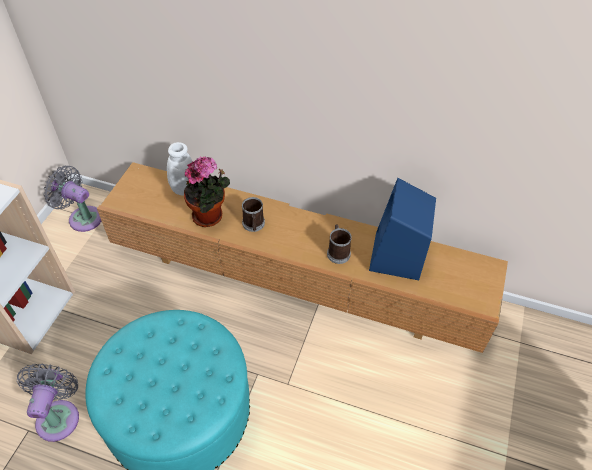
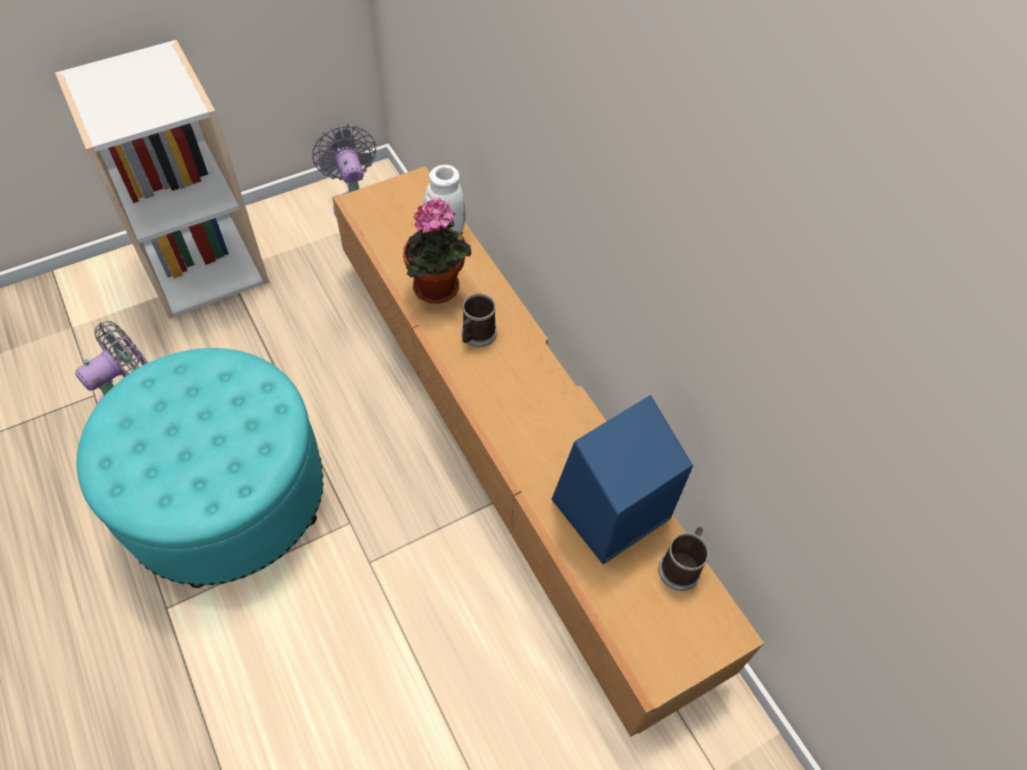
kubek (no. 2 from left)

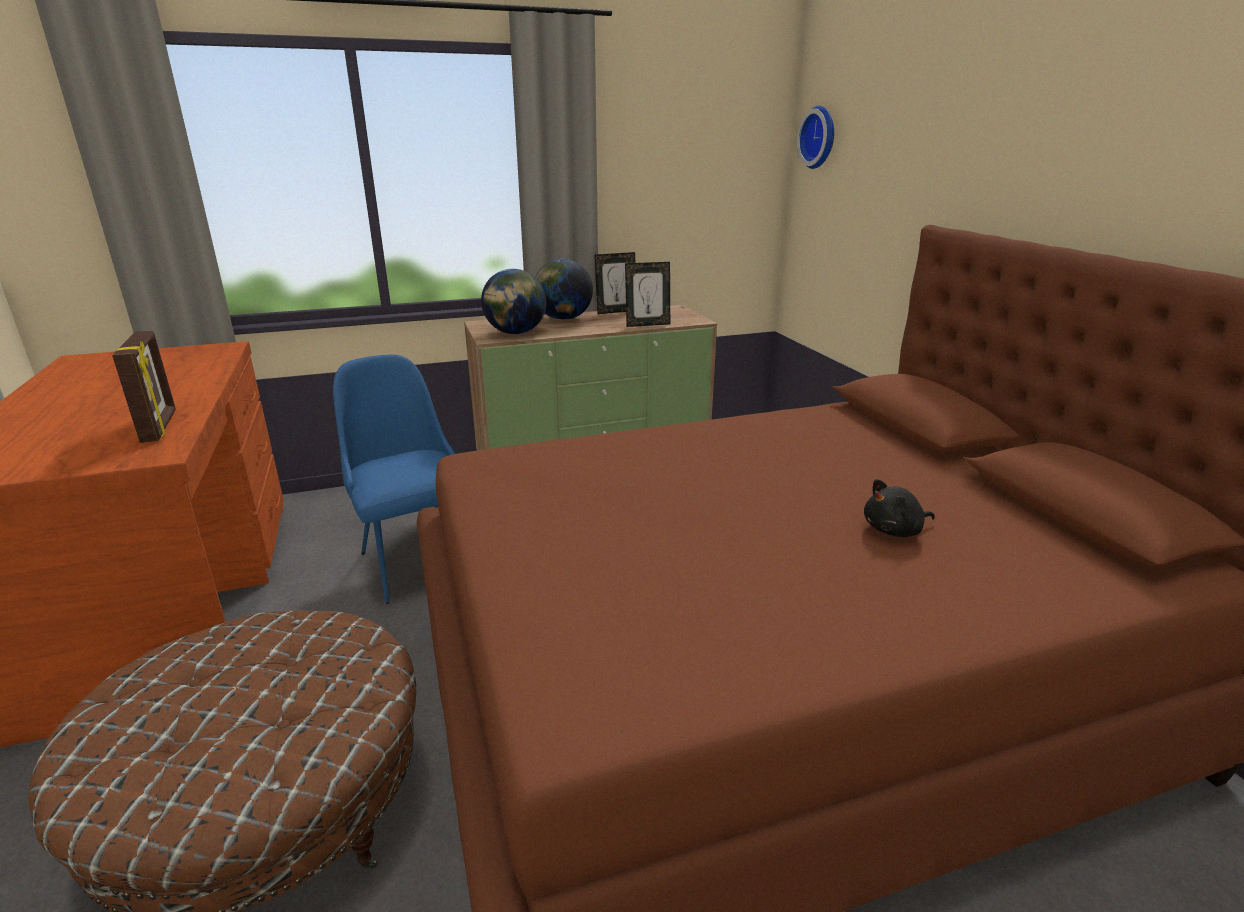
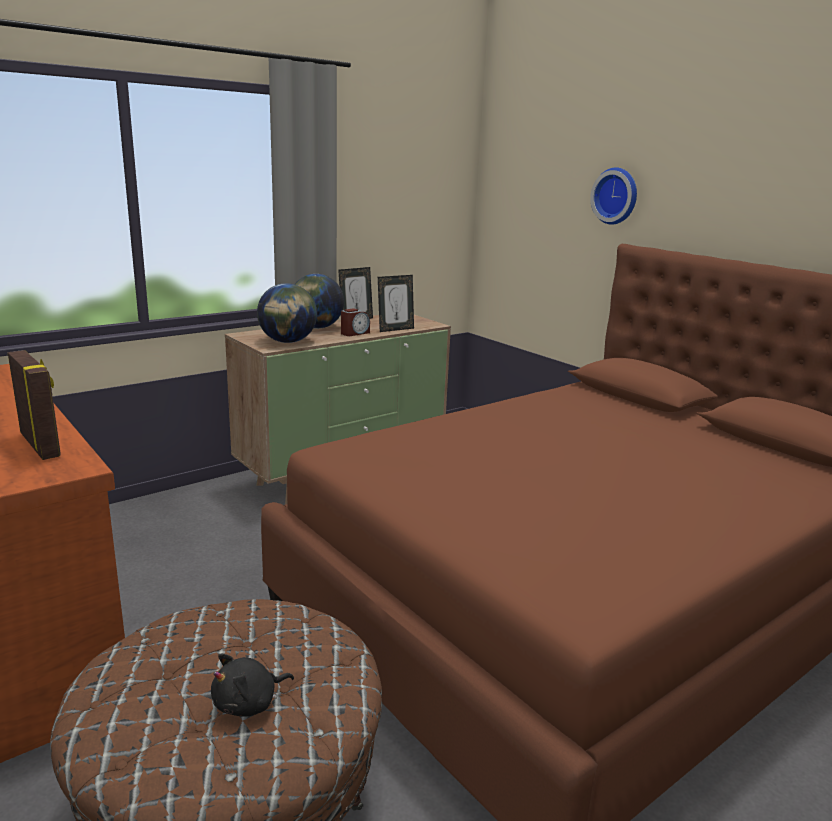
pluszak/czarny
budzik
zegar ścienny
krzesło/niebieski

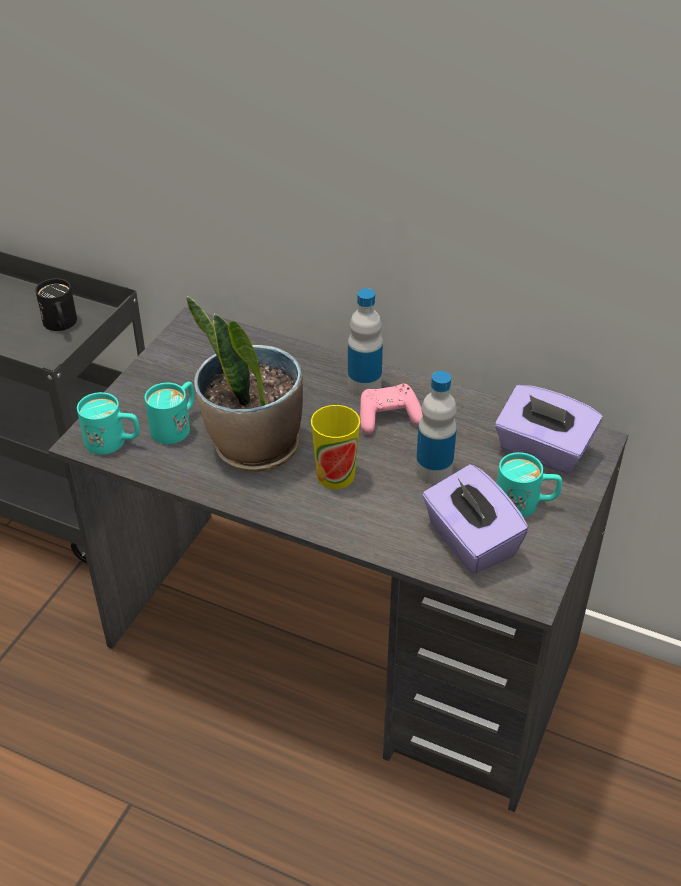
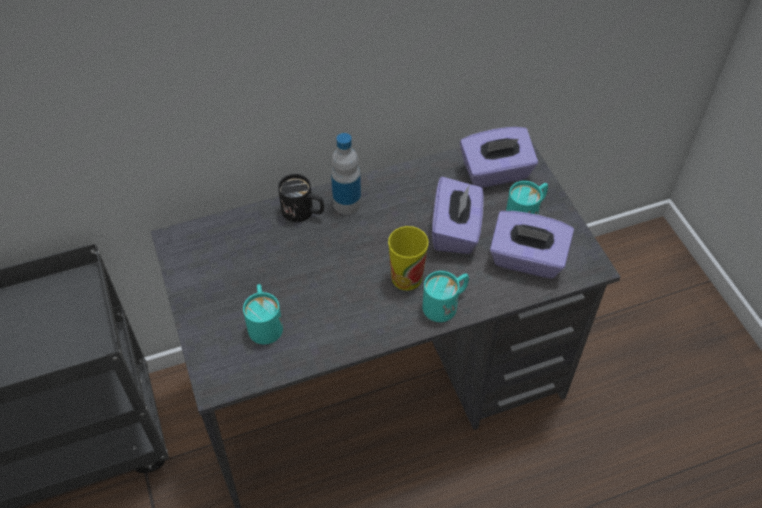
kubek/czarny
kubek/turkusowy (no. 2 from left)
pudełko chusteczek/fioletowy (no. 1 from left)
roślina doniczkowa
pad do gier/różowy

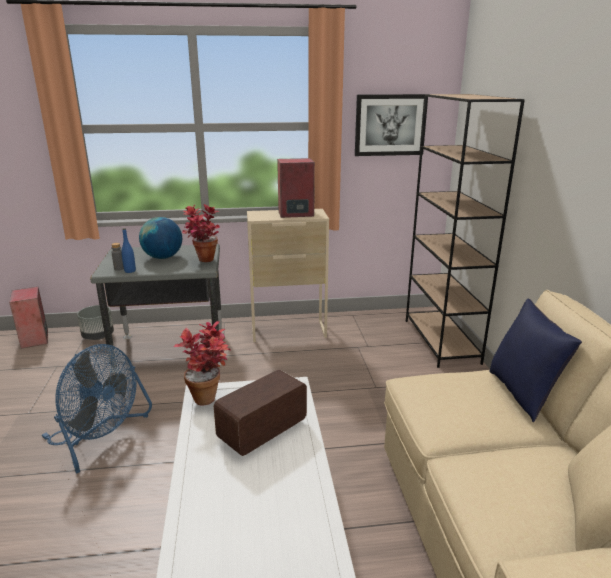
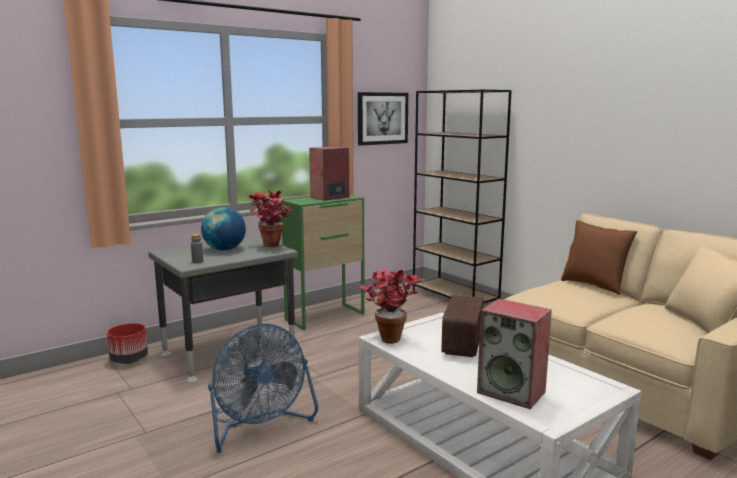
donica/czerwony
wentylator/niebieski
szafka/zielony
głośnik (no. 2 from left)
poduszka/brązowy
butelka/niebieski

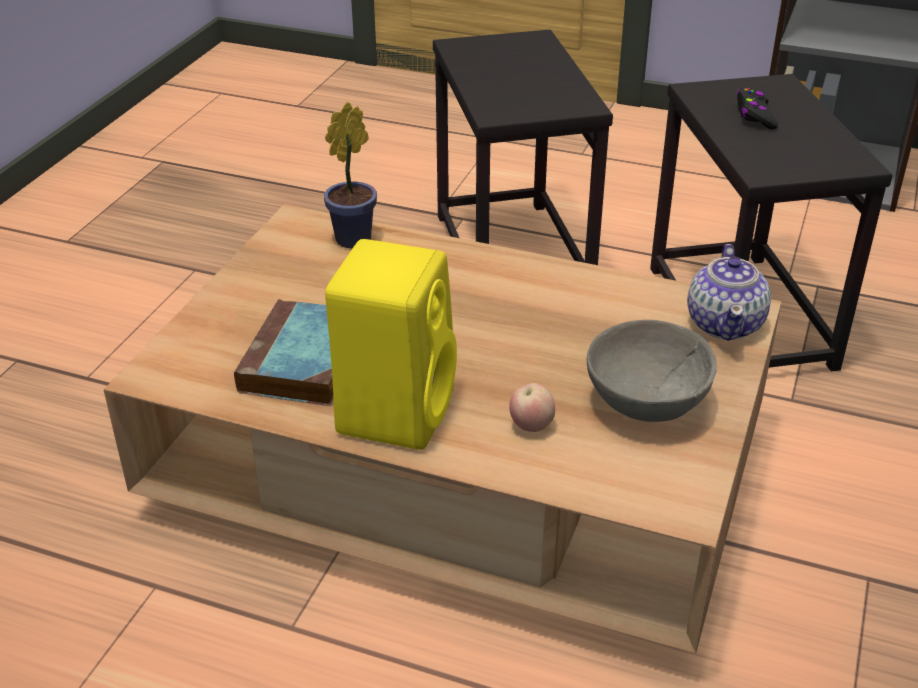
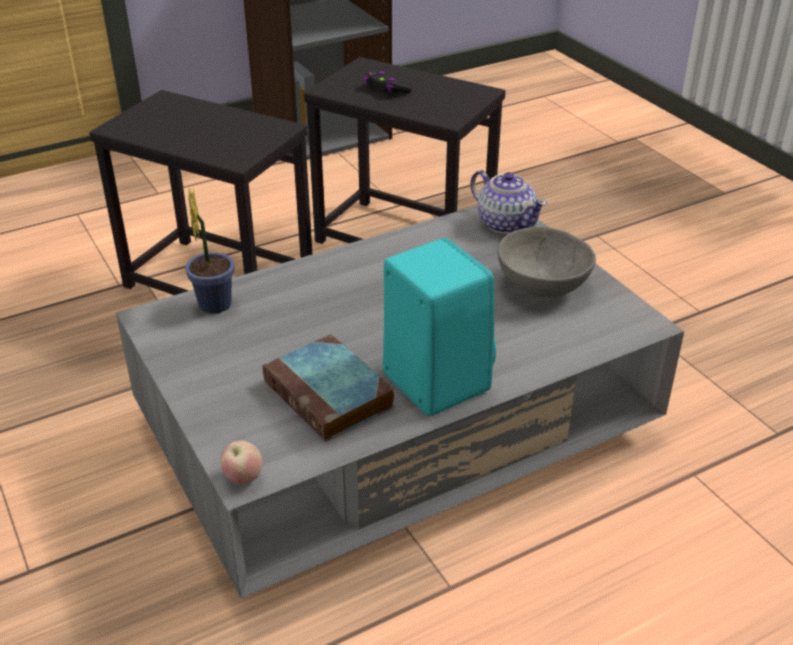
ława/szary
jabłko
głośnik/turkusowy

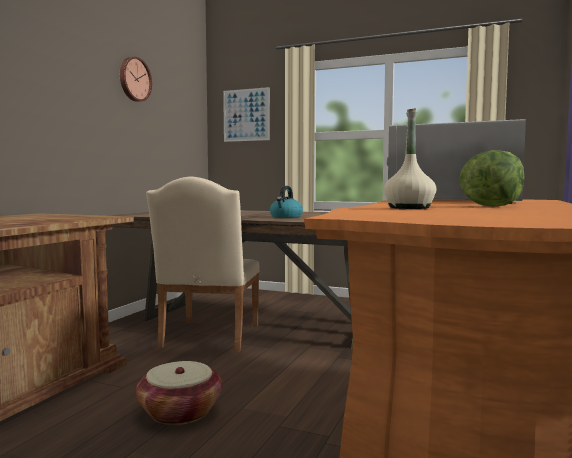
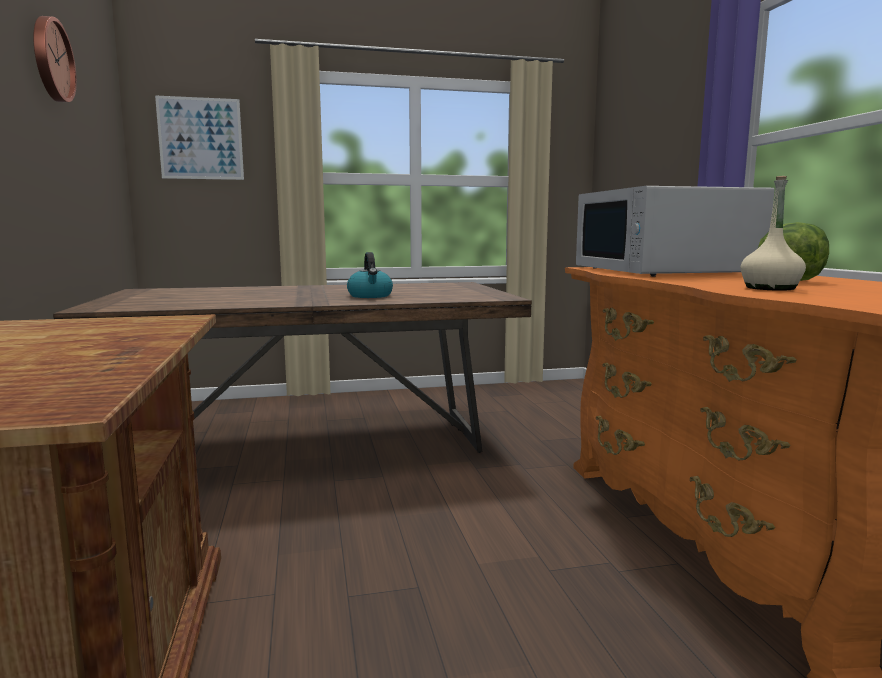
koszyk
krzesło/beżowy

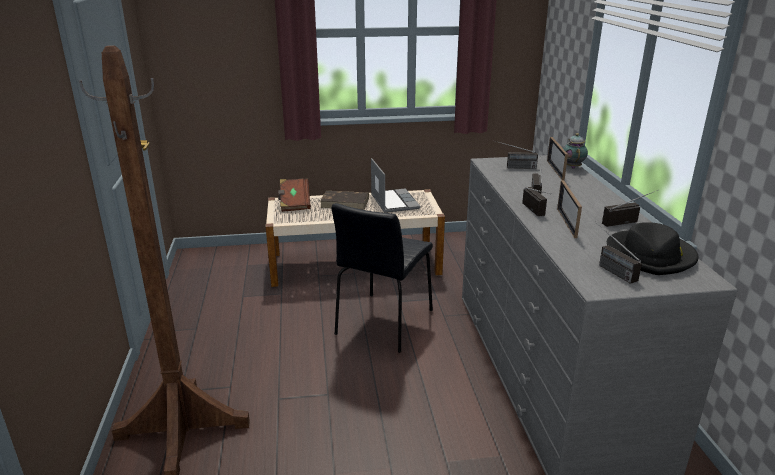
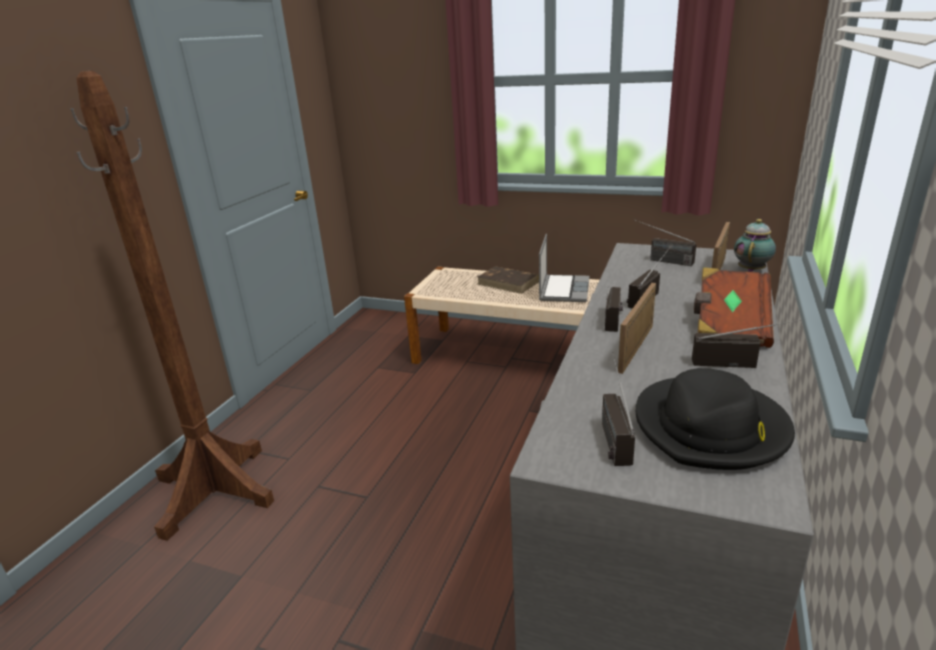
książka/brązowy (no. 2 from left)
krzesło/czarny

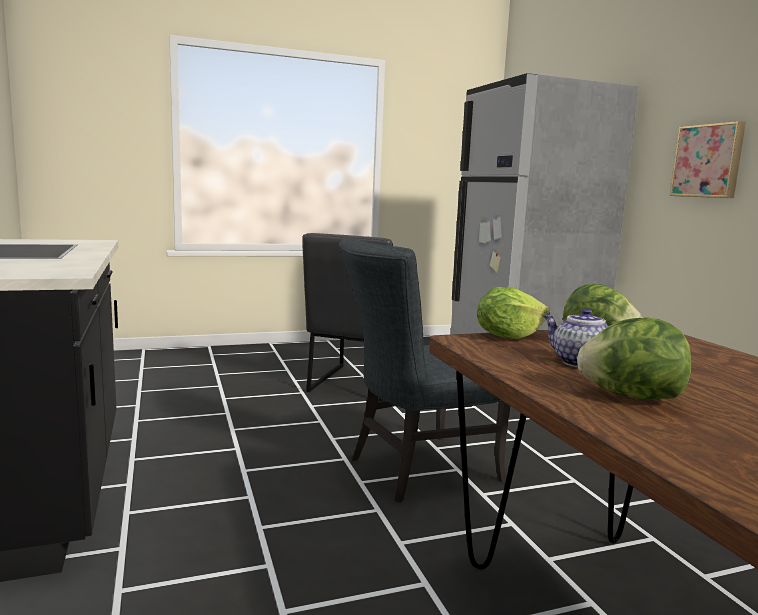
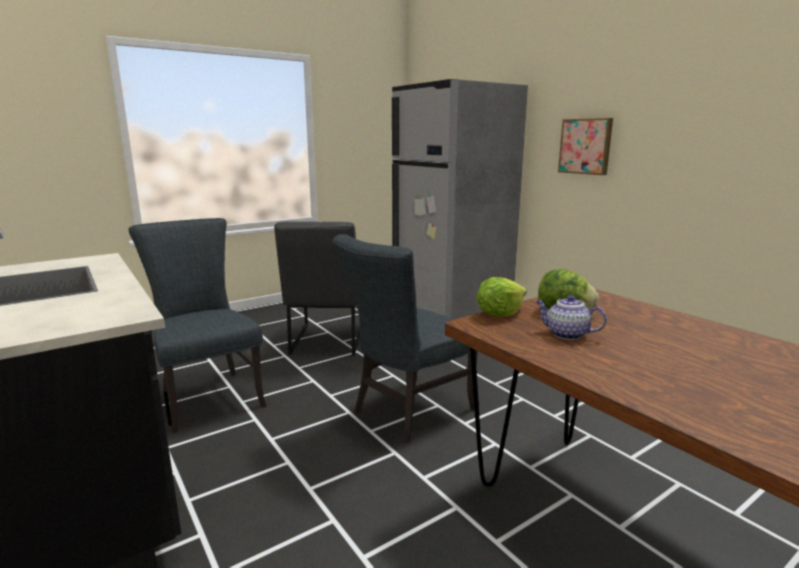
krzesło/szary (no. 1 from left)
sałata (no. 3 from left in the first image)

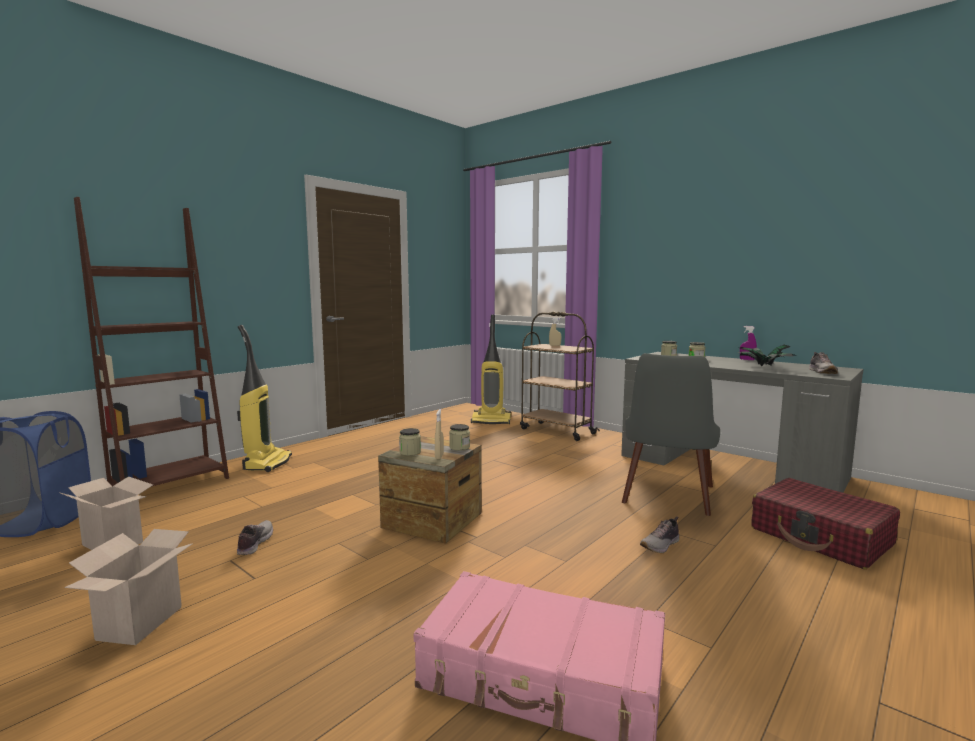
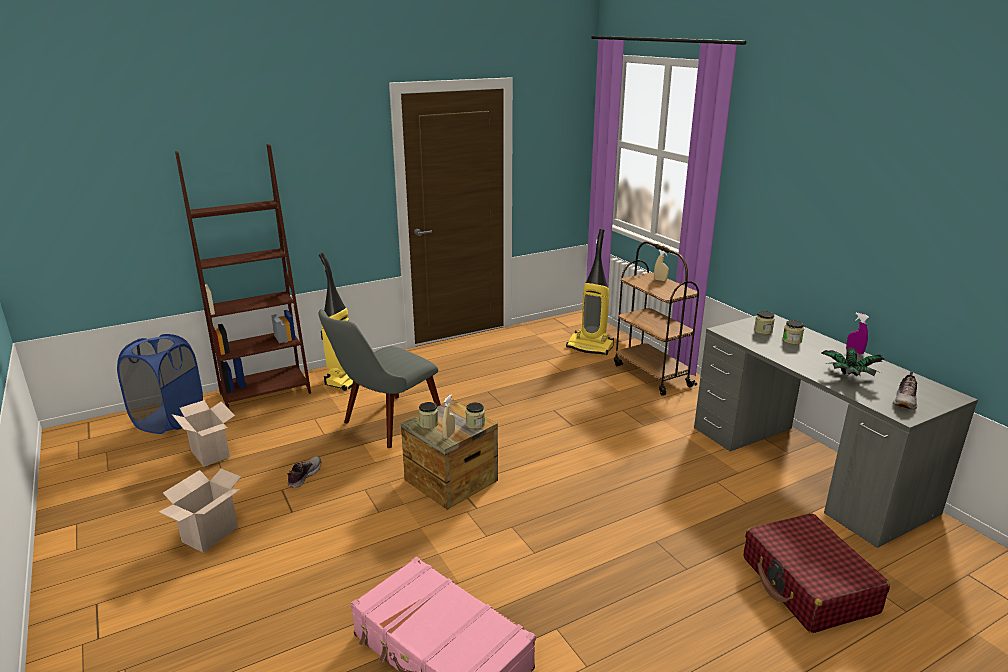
krzesło/szary
but (no. 2 from left in the first image)

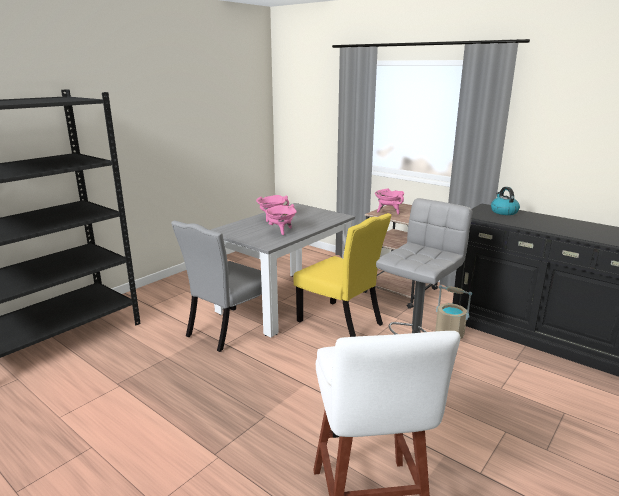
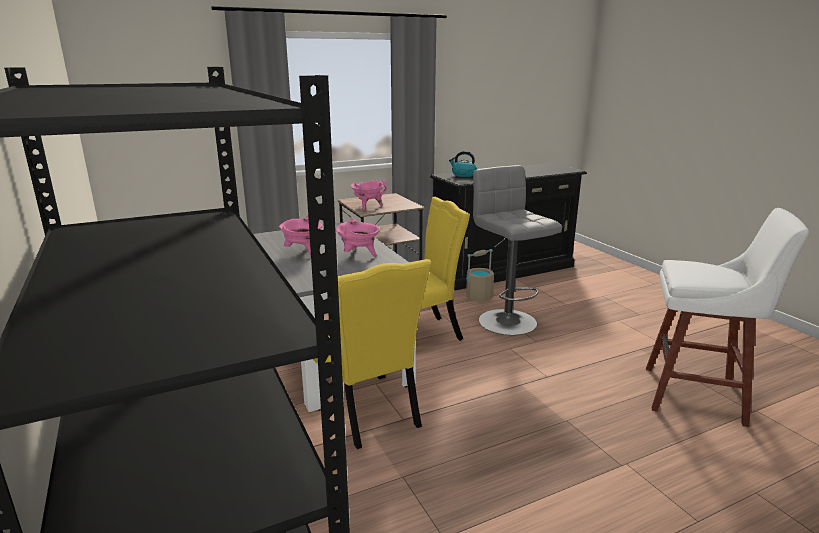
krzesło/żółty (no. 1 from left)

